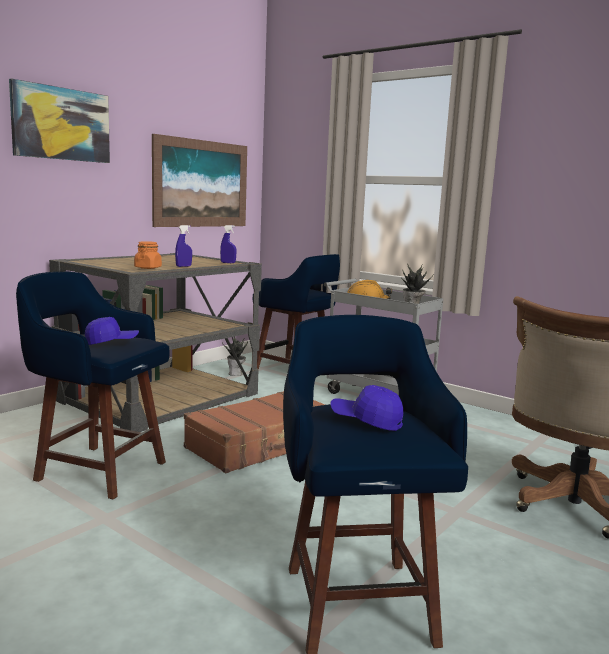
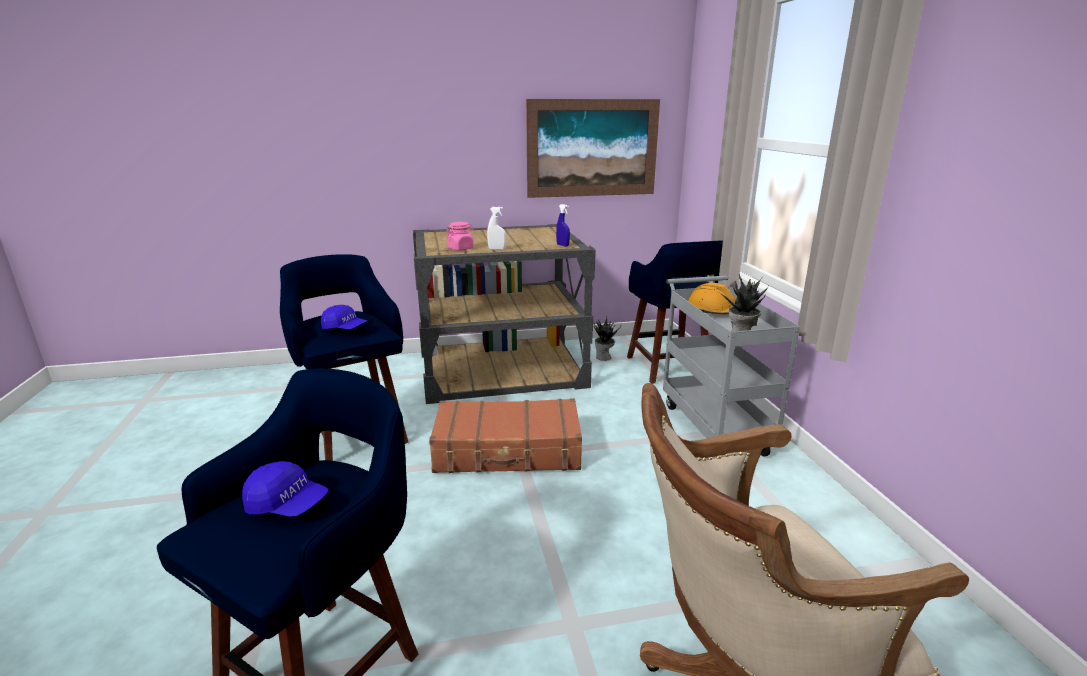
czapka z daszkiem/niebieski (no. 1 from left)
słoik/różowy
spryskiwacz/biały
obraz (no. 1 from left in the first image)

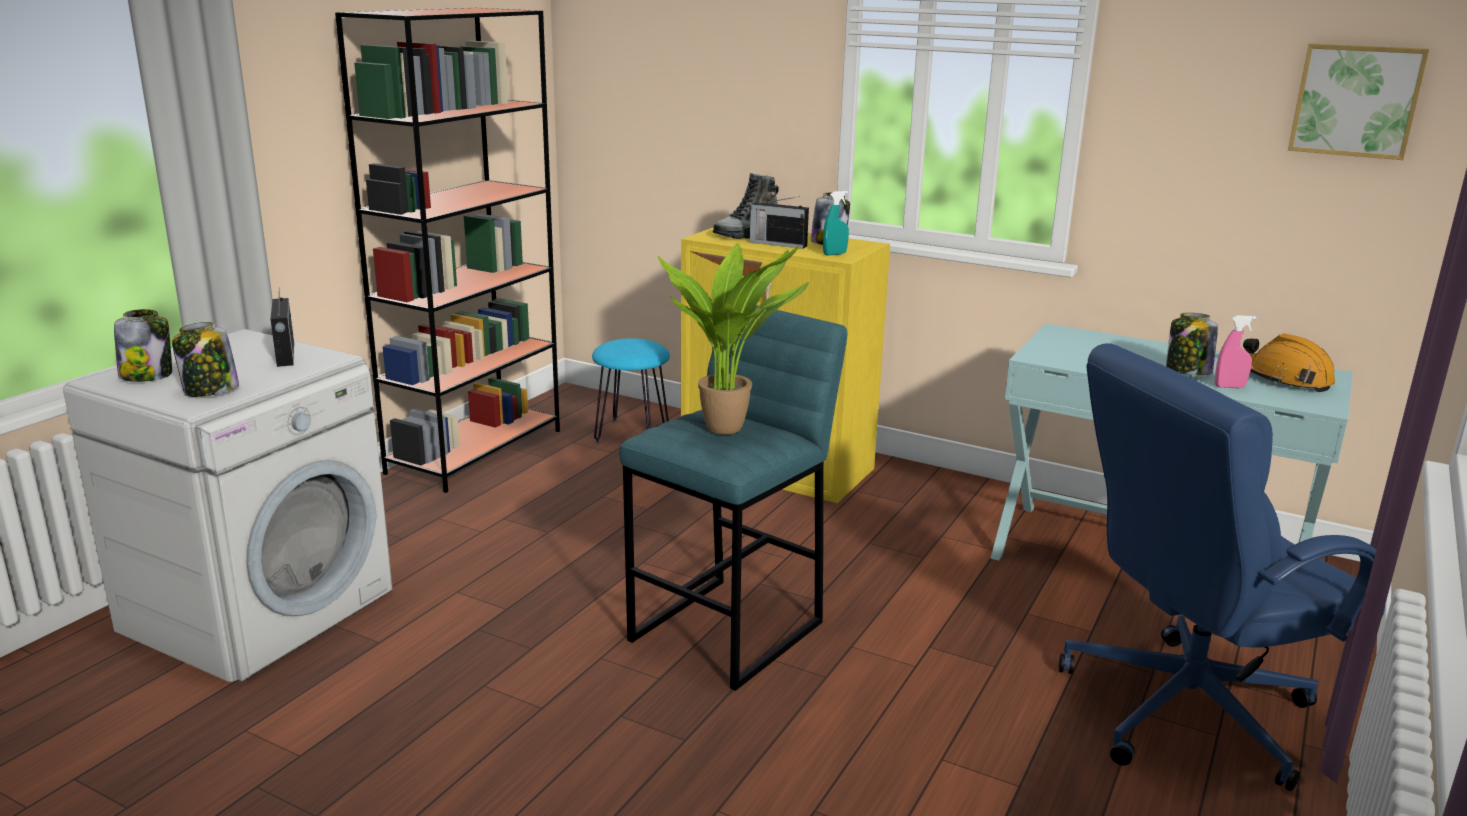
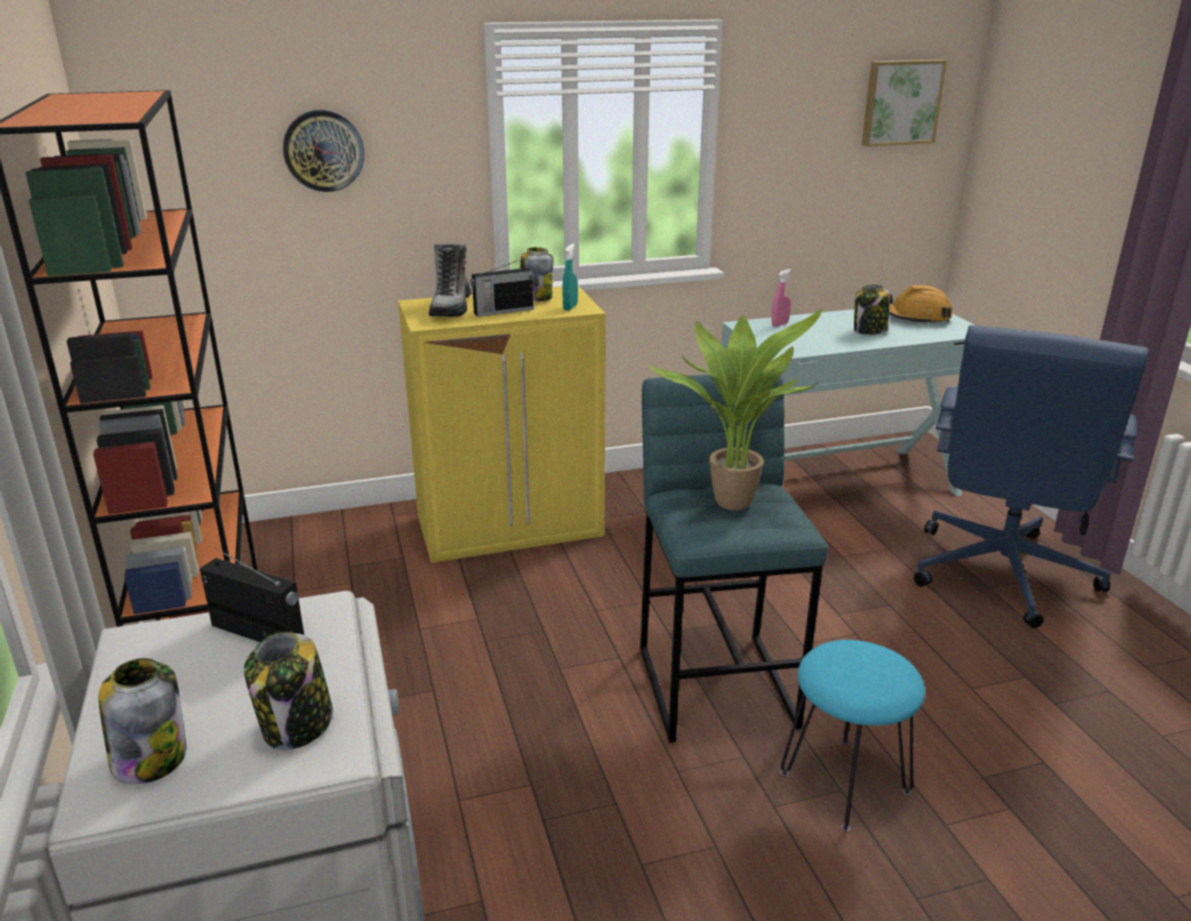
zegar ścienny
spryskiwacz/różowy
stołek/turkusowy (no. 2 from left)

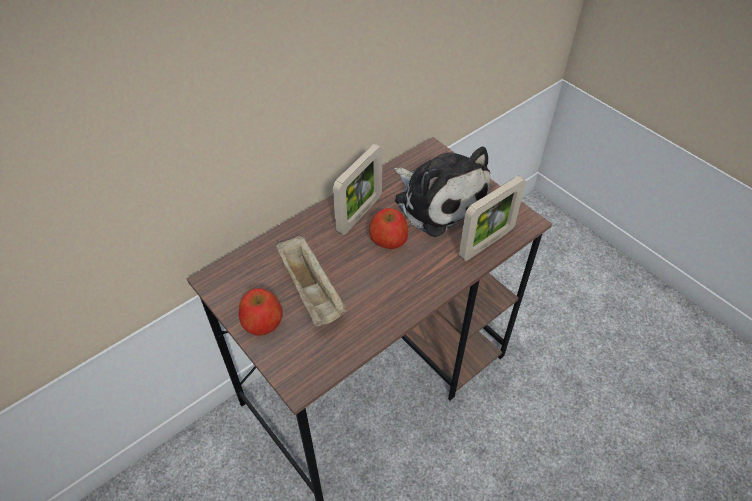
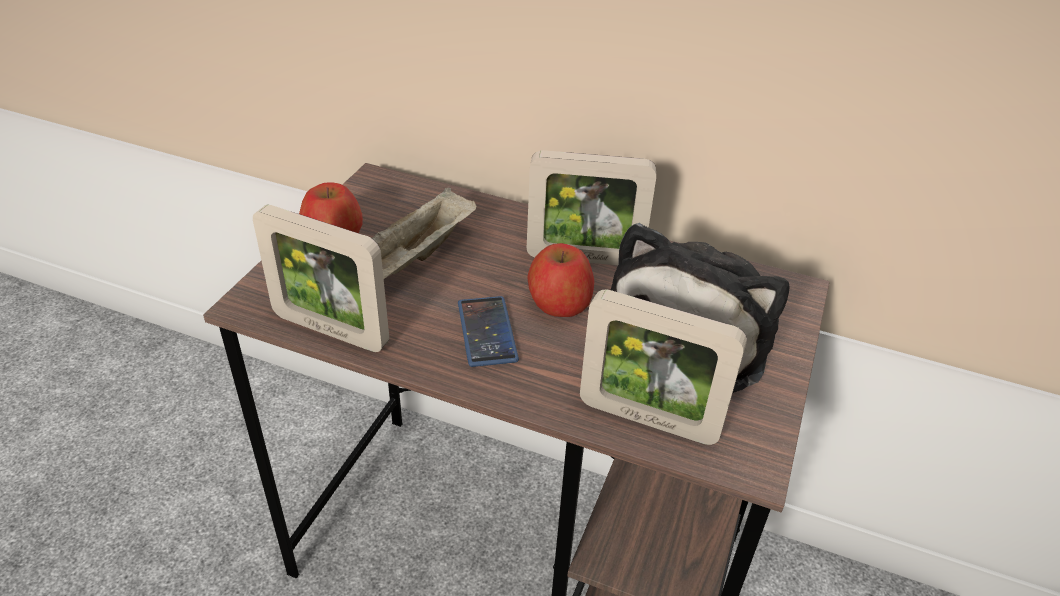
ramka na zdjęcie (no. 1 from left)
telefon

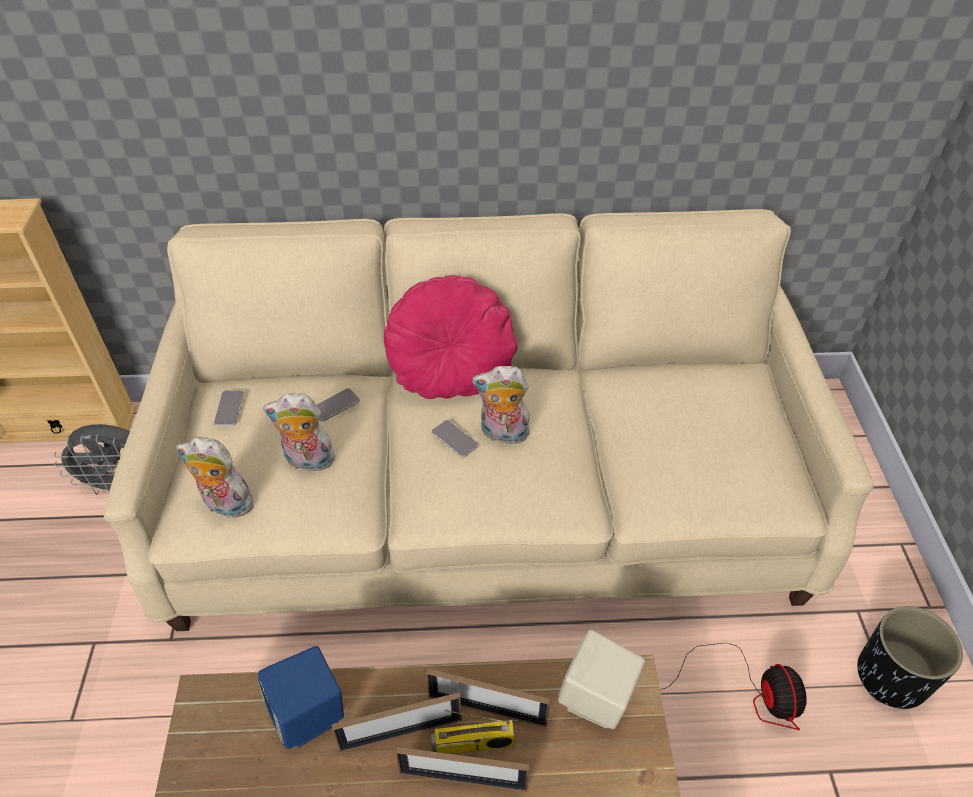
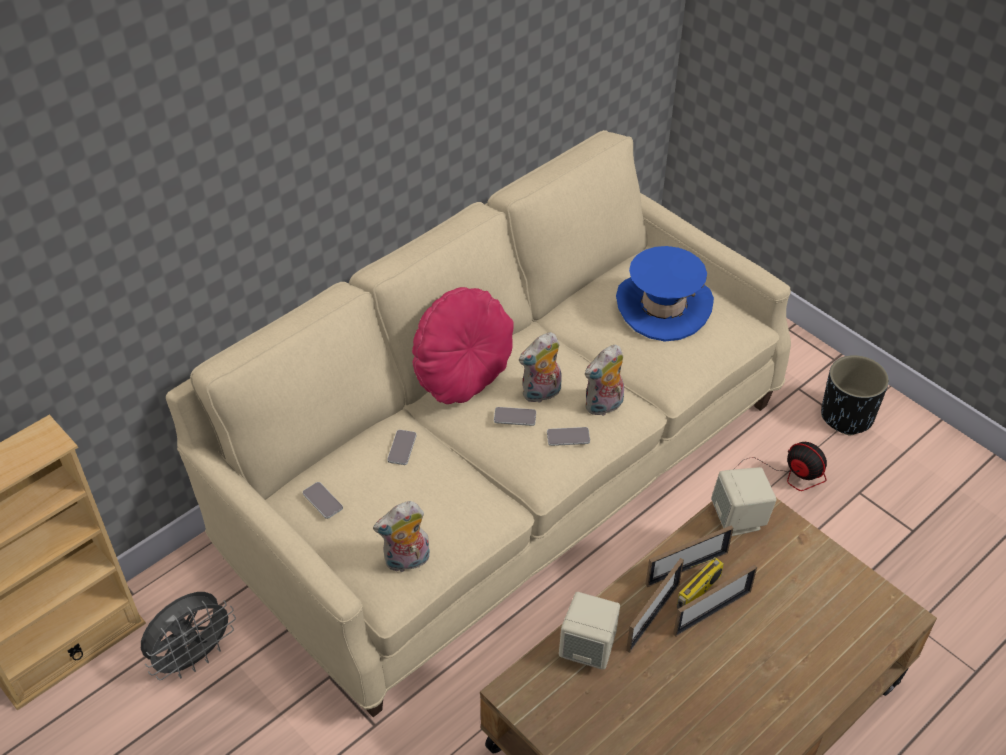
telefon (no. 4 from left)
głośnik/beżowy (no. 1 from left)
pluszak (no. 3 from left)
kapelusz/niebieski

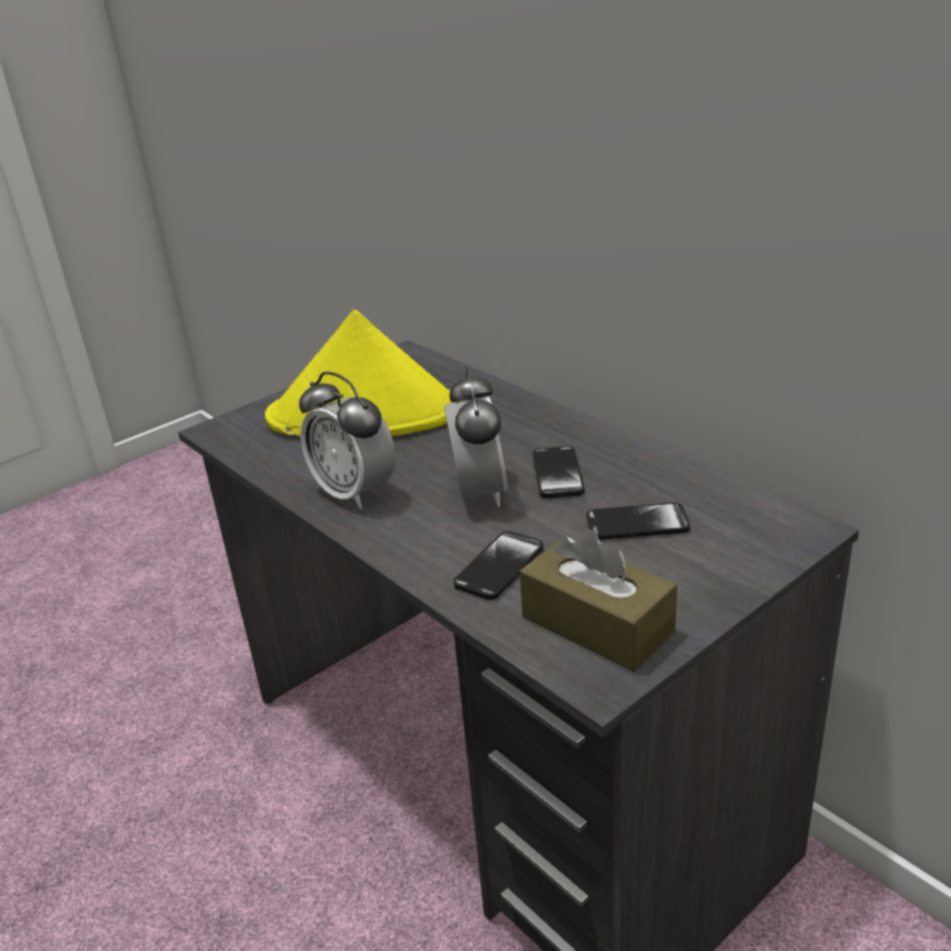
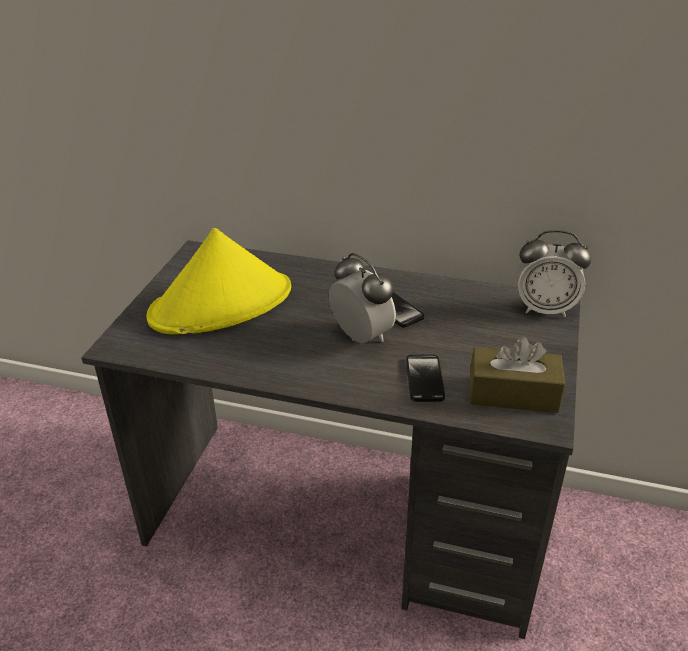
budzik (no. 2 from left)
telefon (no. 3 from left in the first image)

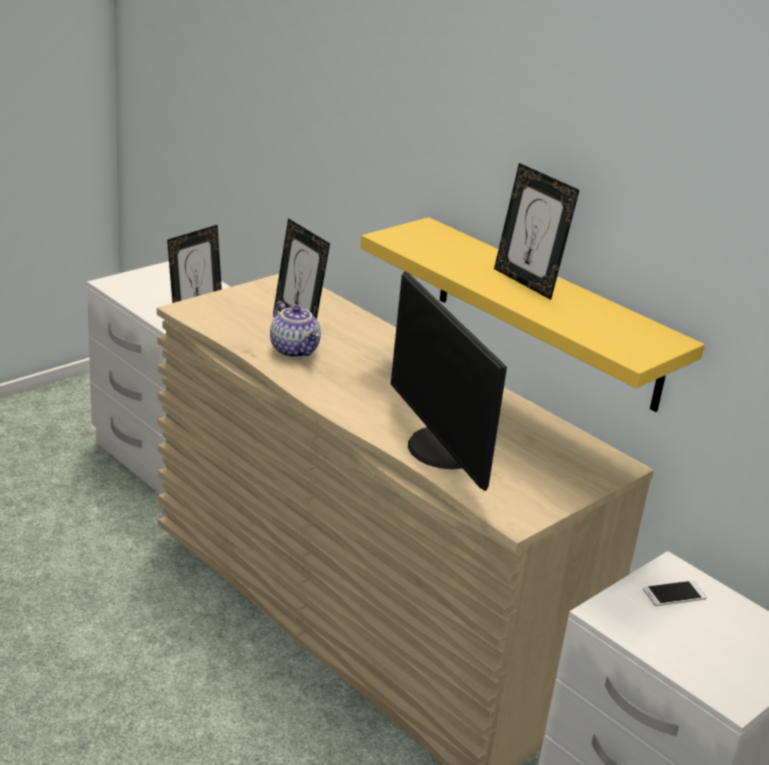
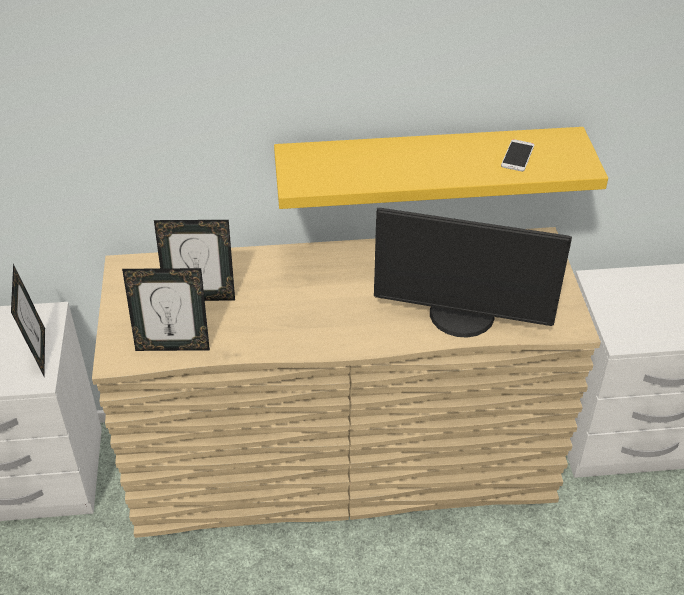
ramka na zdjęcie (no. 2 from left)
telefon
imbryk

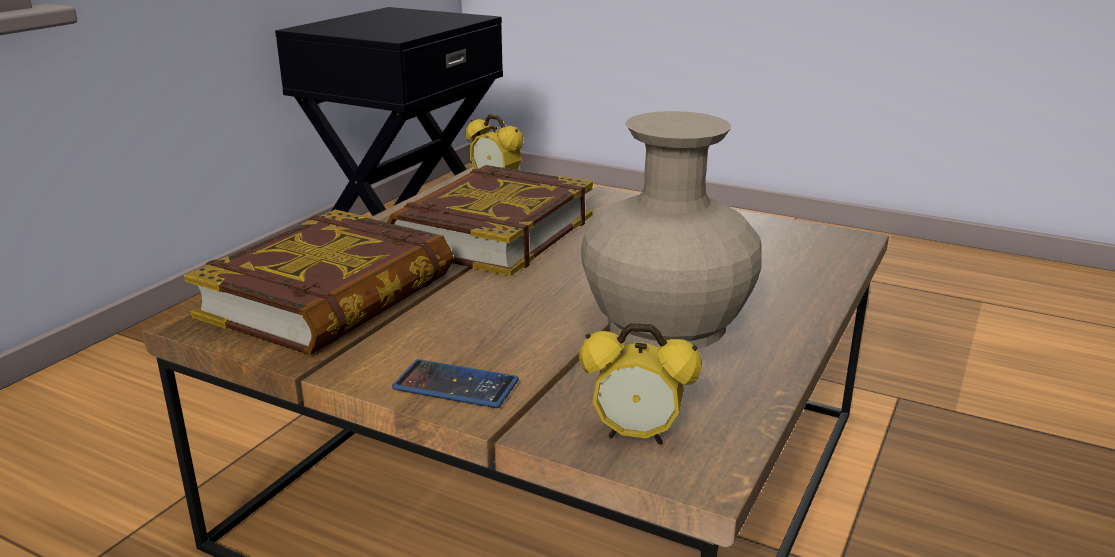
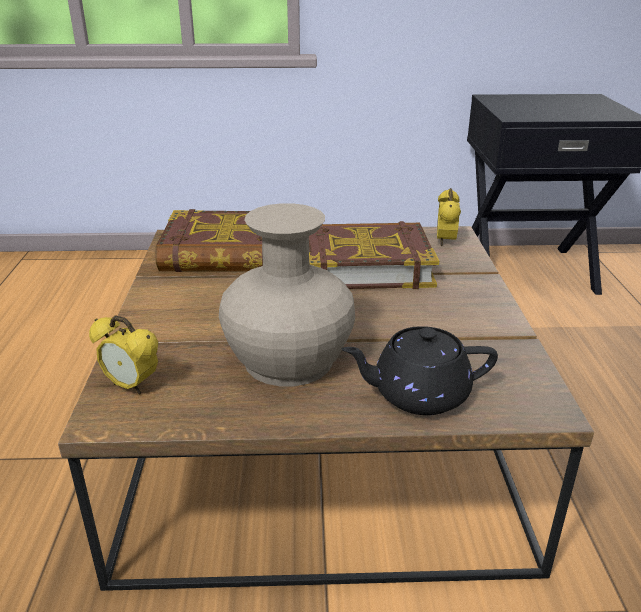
budzik (no. 1 from left)
imbryk/czarny
telefon

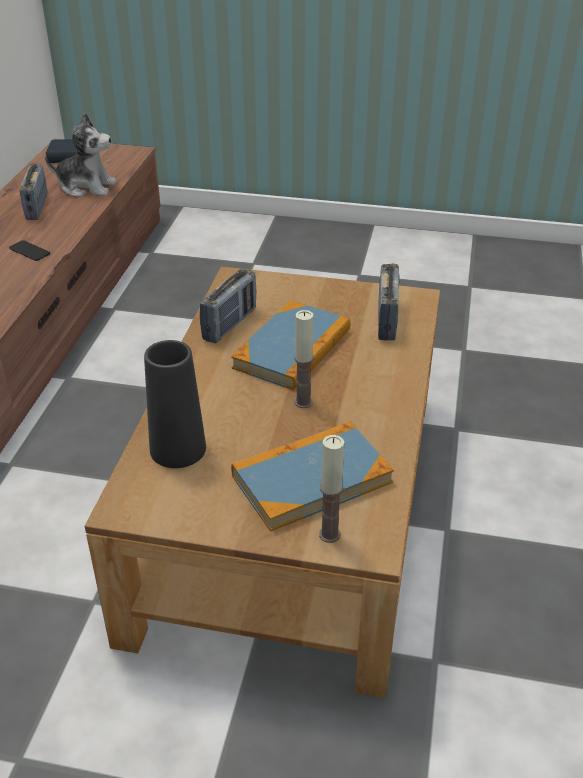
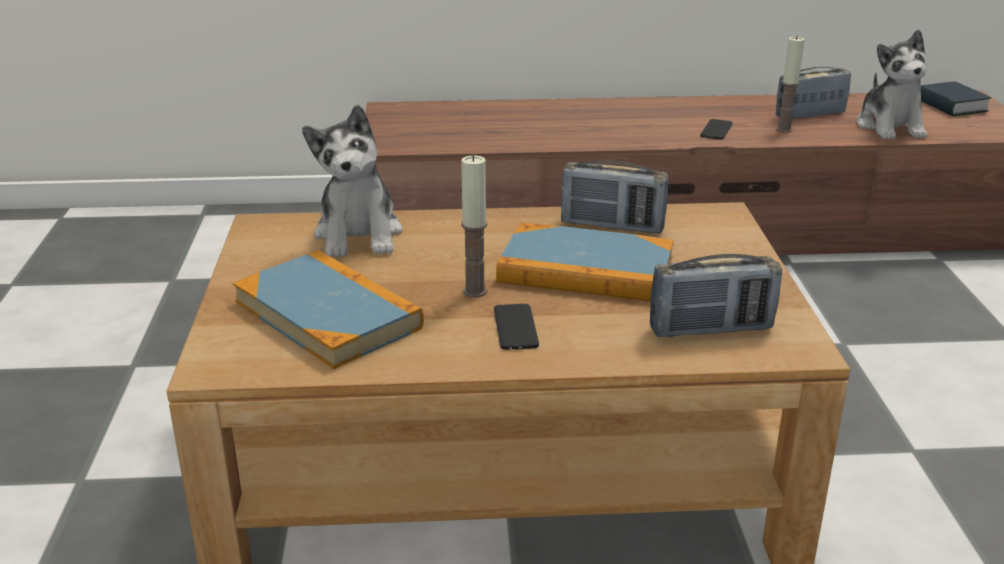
pluszak (no. 1 from left)
telefon (no. 1 from left)
świeca (no. 2 from left)

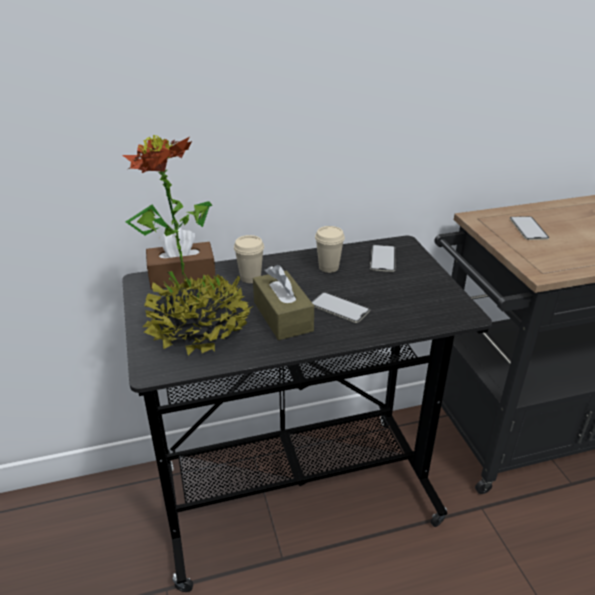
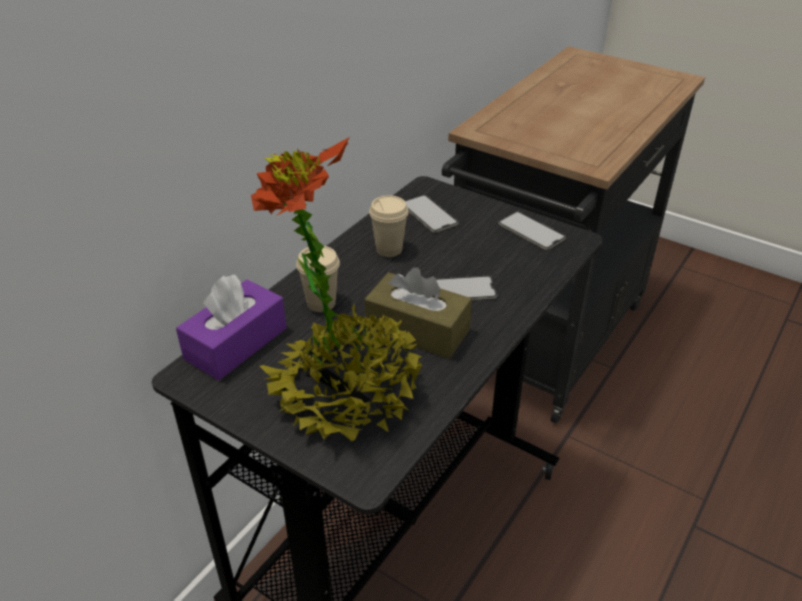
pudełko chusteczek/fioletowy
telefon (no. 3 from left)

